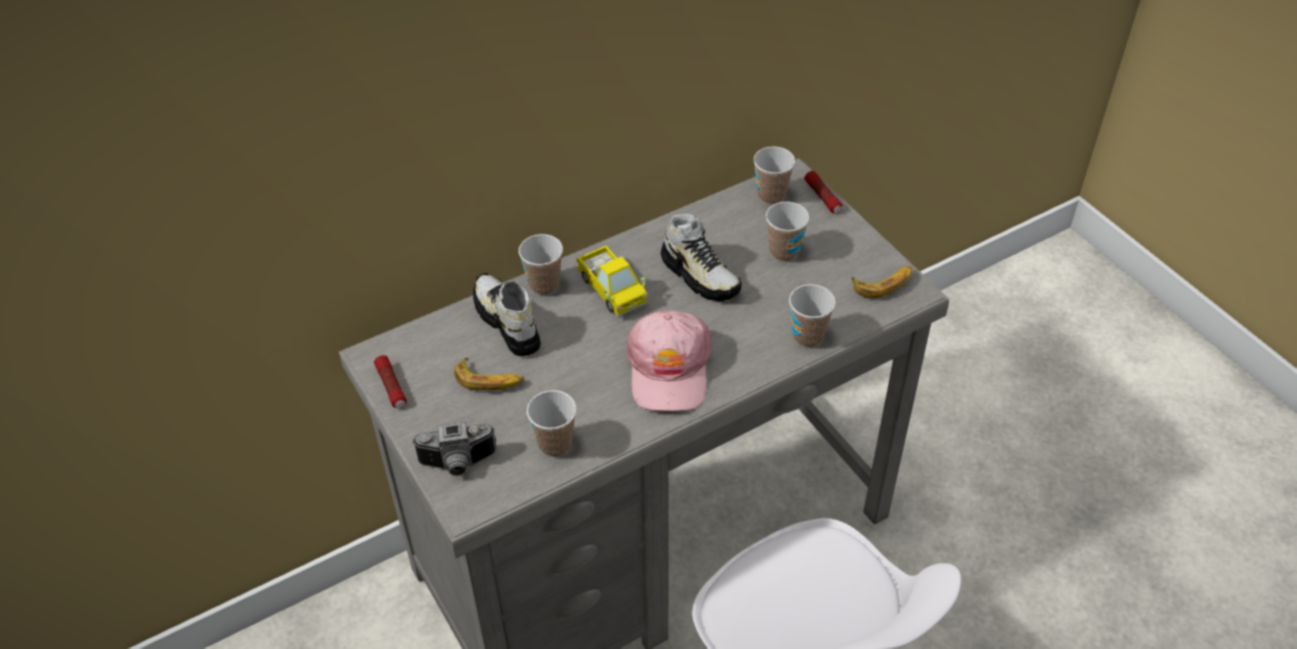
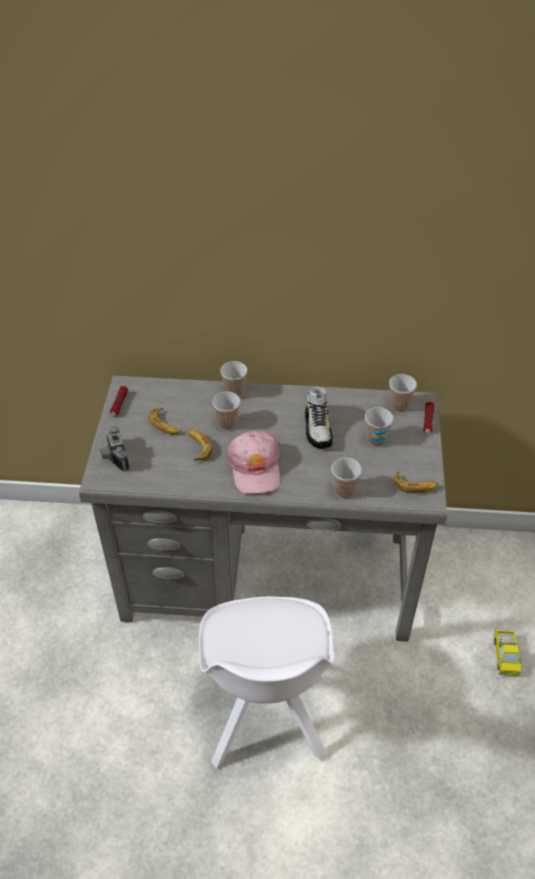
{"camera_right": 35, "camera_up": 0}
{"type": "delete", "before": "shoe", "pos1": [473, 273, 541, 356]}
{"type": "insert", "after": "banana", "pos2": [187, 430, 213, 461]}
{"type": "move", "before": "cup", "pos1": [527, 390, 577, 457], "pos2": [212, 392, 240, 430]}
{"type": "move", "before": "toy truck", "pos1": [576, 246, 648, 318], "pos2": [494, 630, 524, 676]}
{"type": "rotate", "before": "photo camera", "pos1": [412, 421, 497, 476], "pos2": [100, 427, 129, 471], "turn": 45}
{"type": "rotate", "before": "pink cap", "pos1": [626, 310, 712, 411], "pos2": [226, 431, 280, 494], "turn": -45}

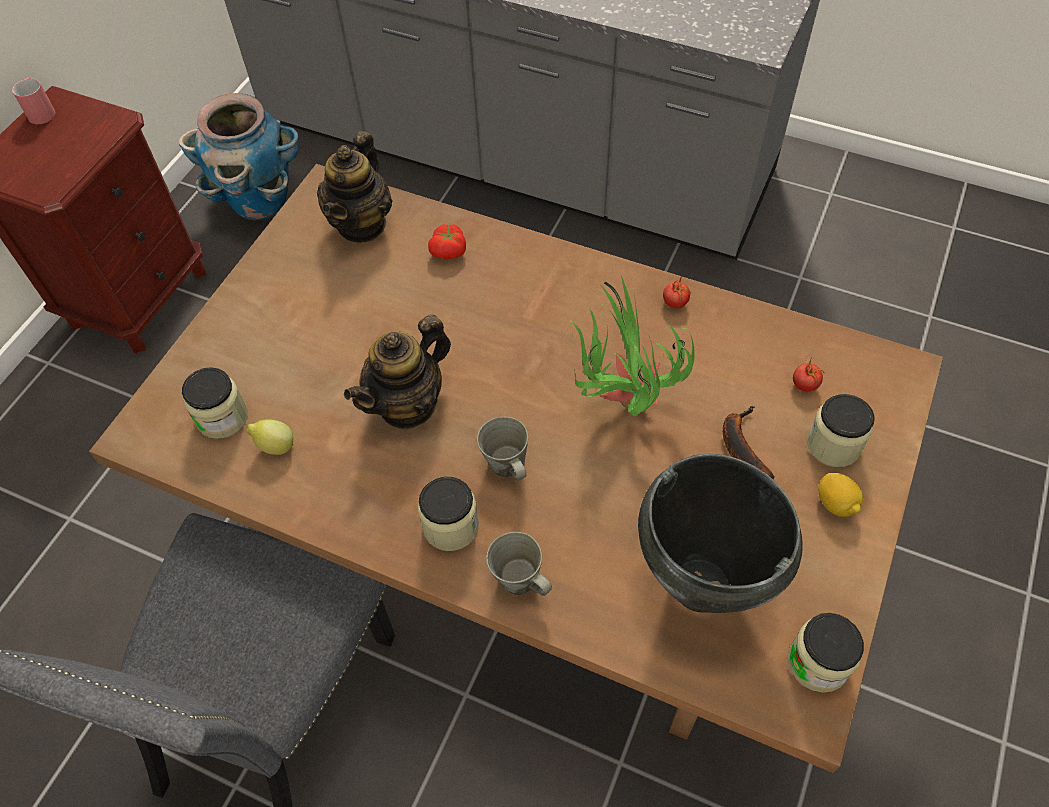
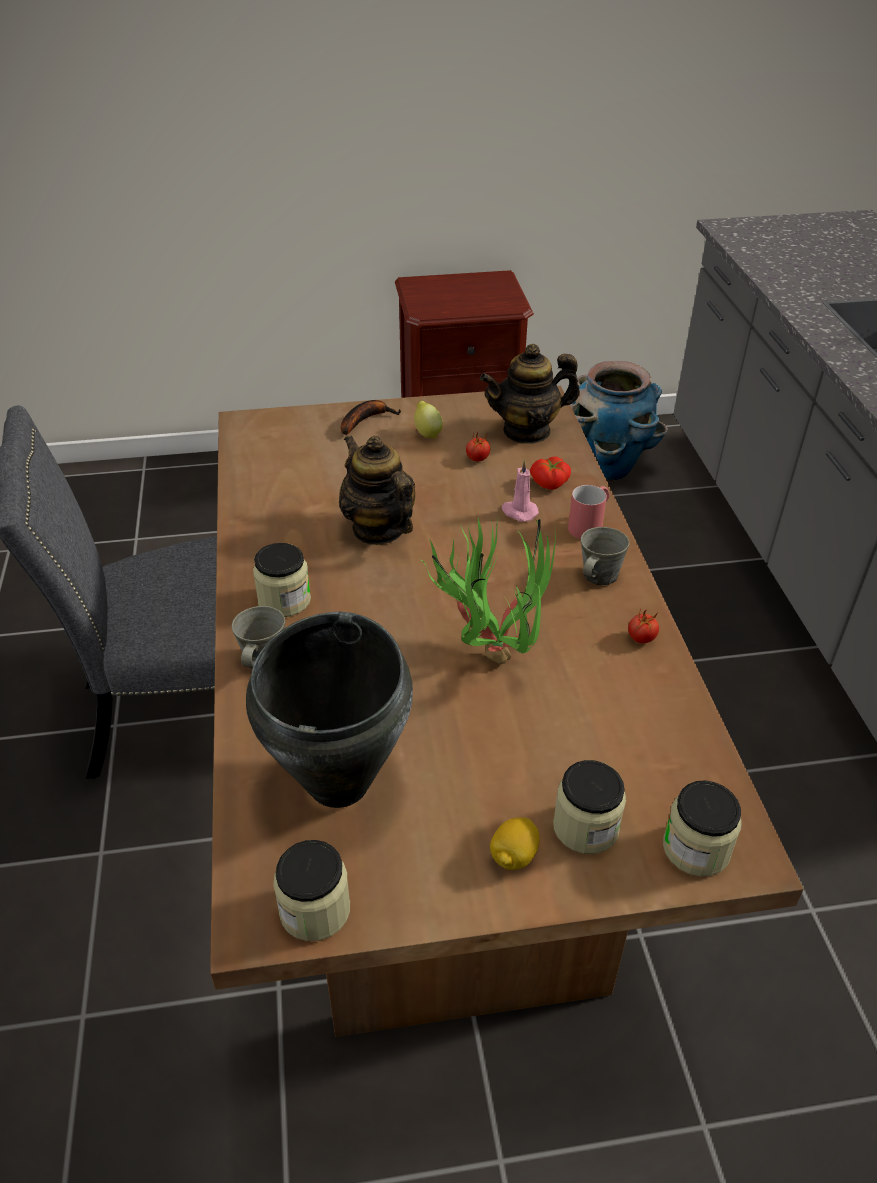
{"camera_right": 55, "camera_up": -15}
{"type": "insert", "after": "pink candle", "pos2": [502, 460, 539, 522]}
{"type": "move", "before": "red mug", "pos1": [12, 77, 55, 124], "pos2": [568, 485, 610, 539]}
{"type": "move", "before": "jar", "pos1": [182, 367, 248, 439], "pos2": [663, 780, 742, 876]}
{"type": "move", "before": "lemon", "pos1": [246, 419, 294, 455], "pos2": [414, 401, 443, 438]}
{"type": "move", "before": "grey mug", "pos1": [477, 417, 528, 481], "pos2": [581, 527, 630, 585]}
{"type": "move", "before": "banana", "pos1": [723, 405, 775, 480], "pos2": [340, 400, 401, 435]}
{"type": "move", "before": "tomato", "pos1": [793, 360, 824, 392], "pos2": [466, 433, 490, 462]}
{"type": "rotate", "before": "teapot", "pos1": [344, 314, 451, 430], "pos2": [339, 435, 416, 545], "turn": 45}

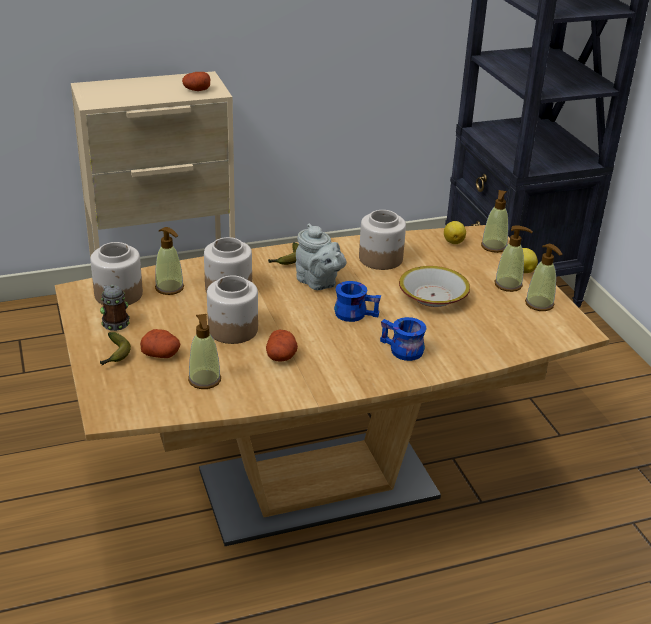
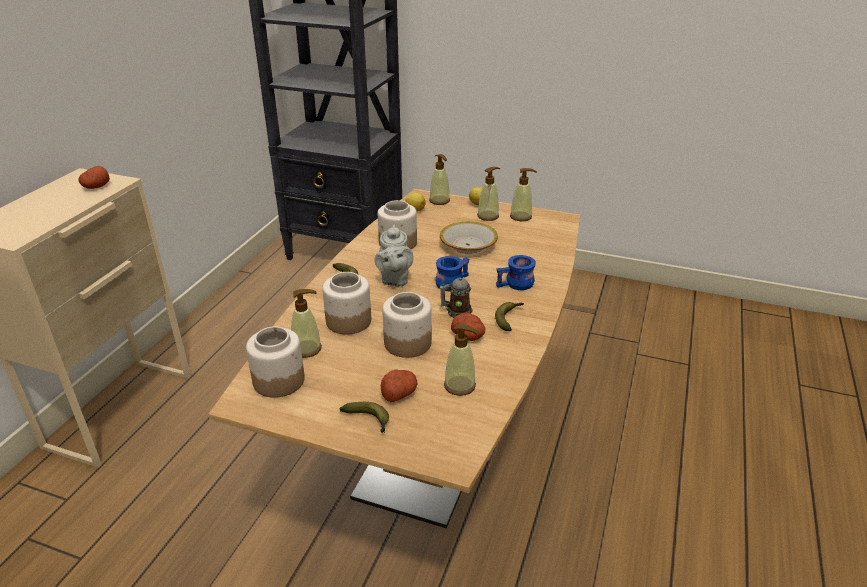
{"camera_right": -50, "camera_up": 0}
{"type": "insert", "after": "banana", "pos2": [495, 302, 524, 331]}
{"type": "move", "before": "mug", "pos1": [100, 285, 130, 331], "pos2": [440, 278, 473, 318]}
{"type": "rotate", "before": "grey teapot", "pos1": [296, 223, 346, 290], "pos2": [374, 224, 414, 287], "turn": 90}

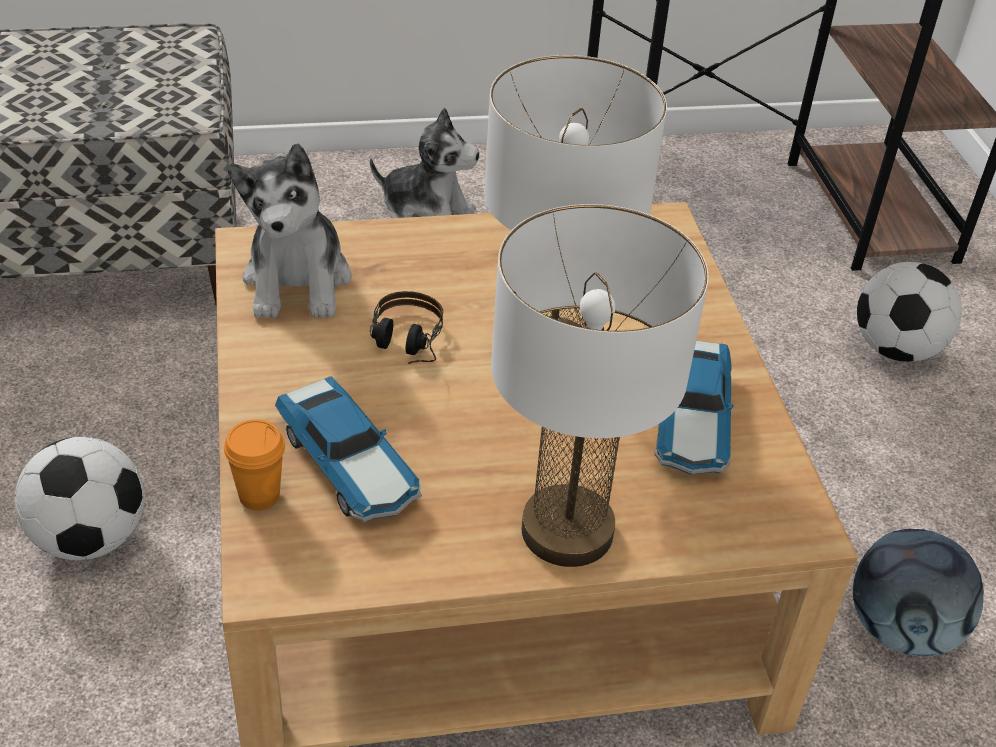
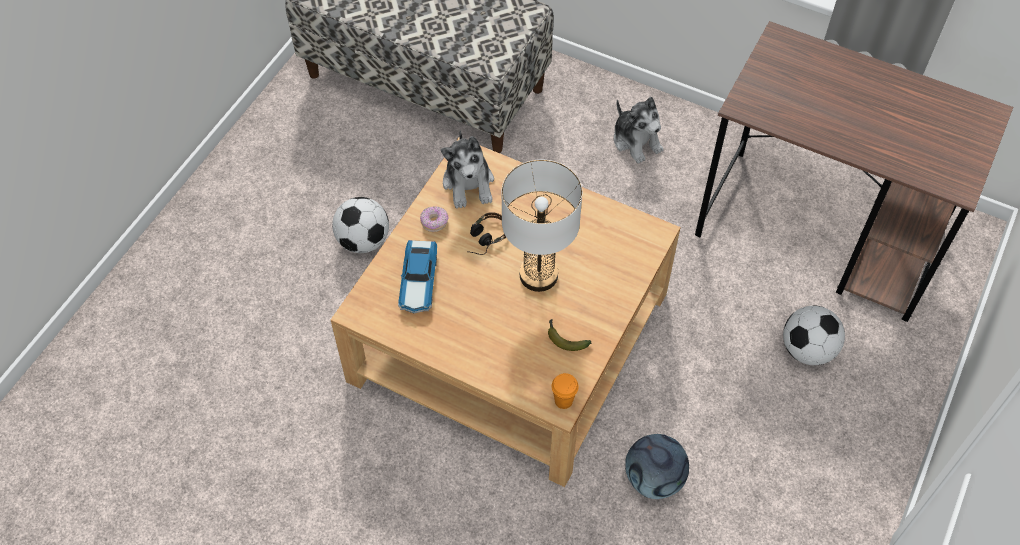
{"camera_right": 40, "camera_up": 15}
{"type": "delete", "before": "table lamp", "pos1": [491, 204, 709, 567]}
{"type": "insert", "after": "donut", "pos2": [420, 206, 448, 232]}
{"type": "move", "before": "orange cup", "pos1": [224, 419, 285, 510], "pos2": [552, 373, 579, 409]}
{"type": "replace", "before": "toy car", "after": "banana", "pos1": [655, 341, 734, 474], "pos2": [548, 319, 592, 351]}
{"type": "rotate", "before": "plush toy", "pos1": [228, 144, 352, 319], "pos2": [441, 131, 494, 209], "turn": -45}

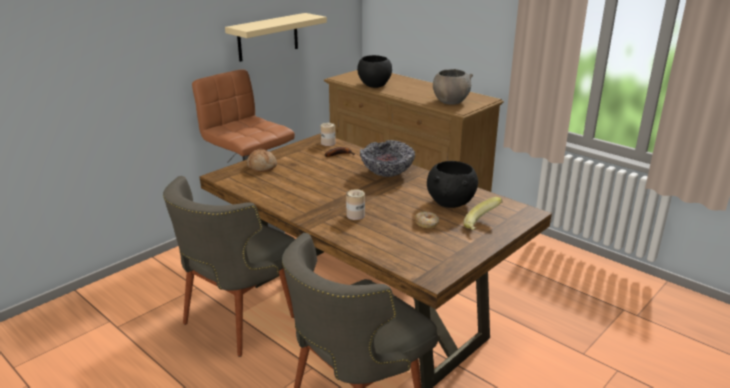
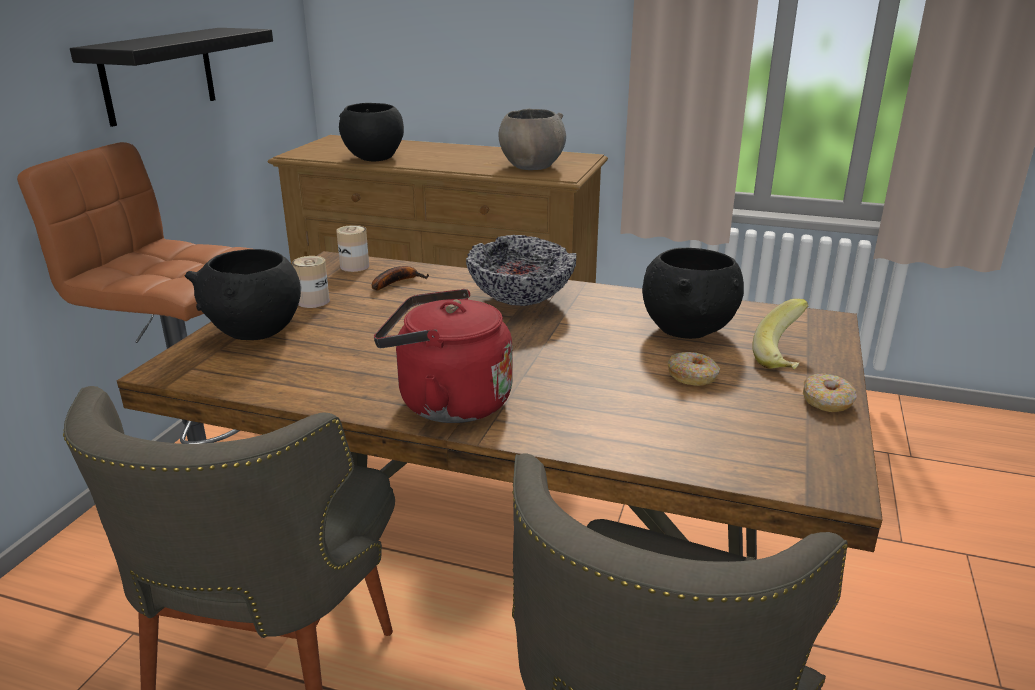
{"camera_right": -25, "camera_up": 0}
{"type": "insert", "after": "red kettle", "pos2": [374, 289, 513, 423]}
{"type": "insert", "after": "donut", "pos2": [803, 374, 857, 412]}
{"type": "move", "before": "can", "pos1": [346, 189, 365, 220], "pos2": [292, 256, 330, 308]}
{"type": "replace", "before": "bread", "after": "black bowl", "pos1": [247, 149, 277, 172], "pos2": [184, 249, 301, 340]}
{"type": "recolor", "before": "beige shelf", "after": "black shelf", "pos1": [225, 13, 327, 62], "pos2": [70, 28, 273, 127]}

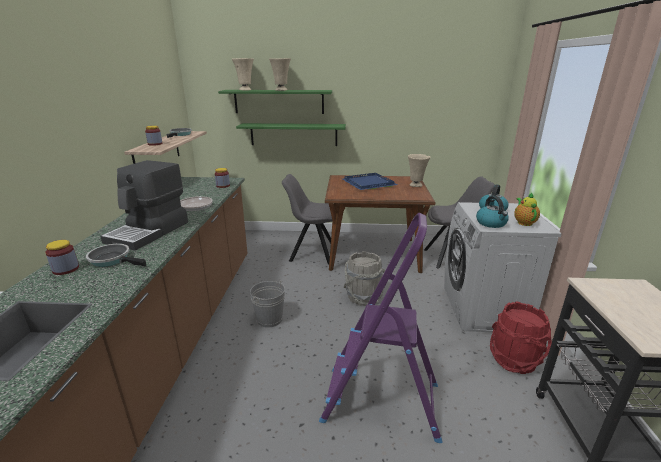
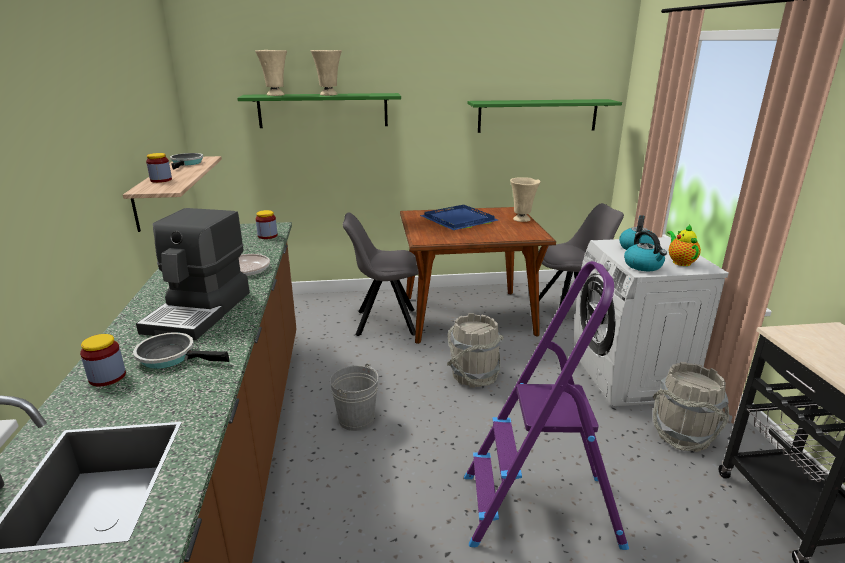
{"camera_right": -10, "camera_up": 0}
{"type": "move", "before": "green shelf", "pos1": [236, 123, 346, 146], "pos2": [467, 99, 622, 133]}
{"type": "recolor", "before": "red bucket", "after": "grey bucket", "pos1": [490, 301, 552, 374], "pos2": [653, 362, 729, 452]}

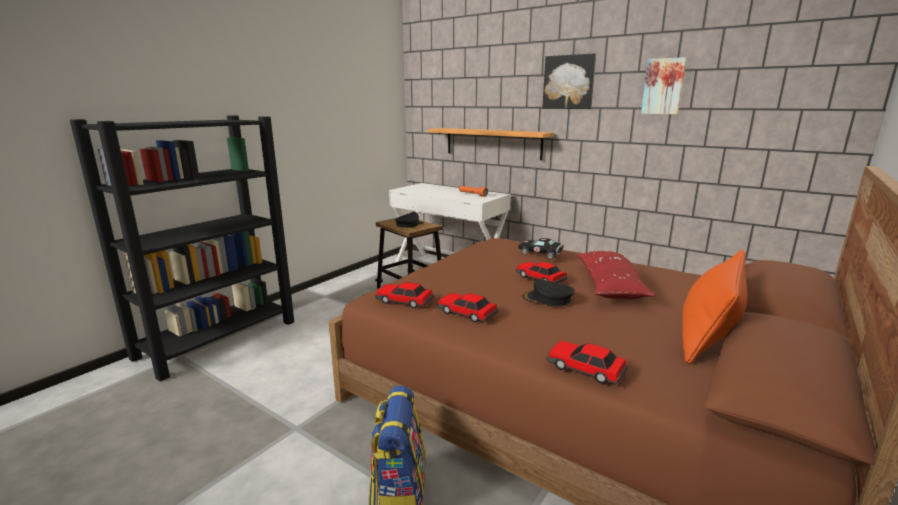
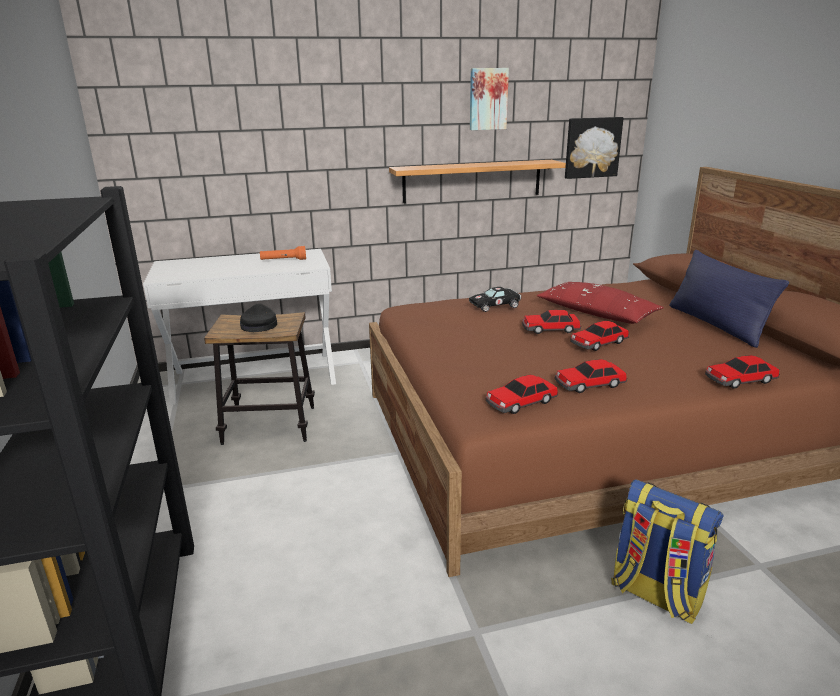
{"camera_right": -50, "camera_up": 5}
{"type": "move", "before": "shelf", "pos1": [428, 128, 554, 160], "pos2": [389, 160, 566, 203]}
{"type": "move", "before": "picture", "pos1": [542, 54, 596, 109], "pos2": [565, 117, 624, 179]}
{"type": "replace", "before": "black cap", "after": "toy car", "pos1": [522, 278, 575, 306], "pos2": [570, 321, 629, 351]}
{"type": "recolor", "before": "orange pillow", "after": "blue pillow", "pos1": [682, 250, 747, 364], "pos2": [669, 250, 789, 348]}

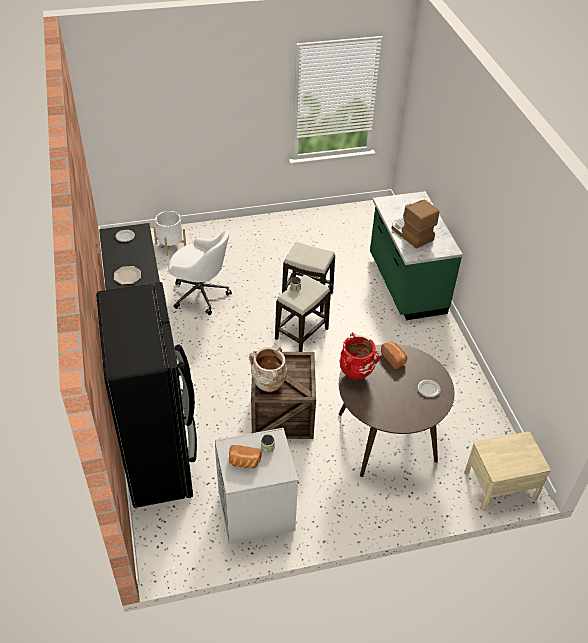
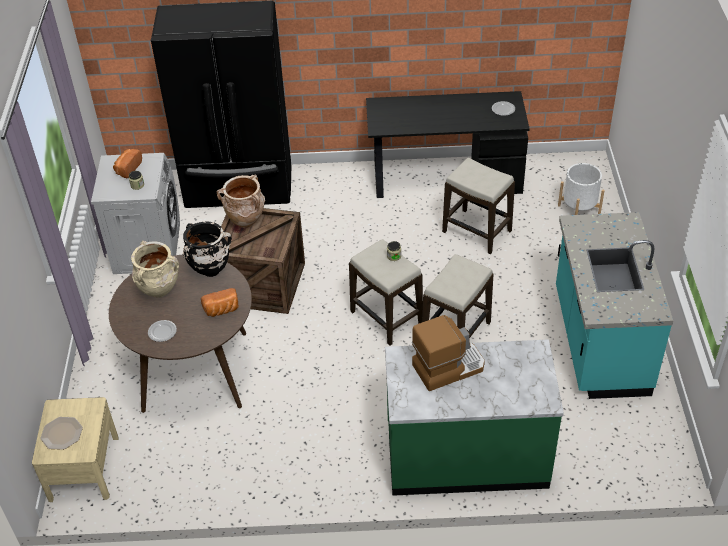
{"camera_right": 105, "camera_up": 0}
{"type": "insert", "after": "beige vase", "pos2": [131, 240, 179, 298]}
{"type": "insert", "after": "turquoise counter", "pos2": [556, 212, 673, 399]}
{"type": "move", "before": "plate", "pos1": [114, 266, 141, 285], "pos2": [41, 417, 83, 450]}
{"type": "replace", "before": "white office chair", "after": "stool", "pos1": [168, 230, 232, 315], "pos2": [442, 158, 515, 254]}
{"type": "recolor", "before": "red vase", "after": "black vase", "pos1": [339, 332, 380, 380], "pos2": [183, 222, 232, 277]}

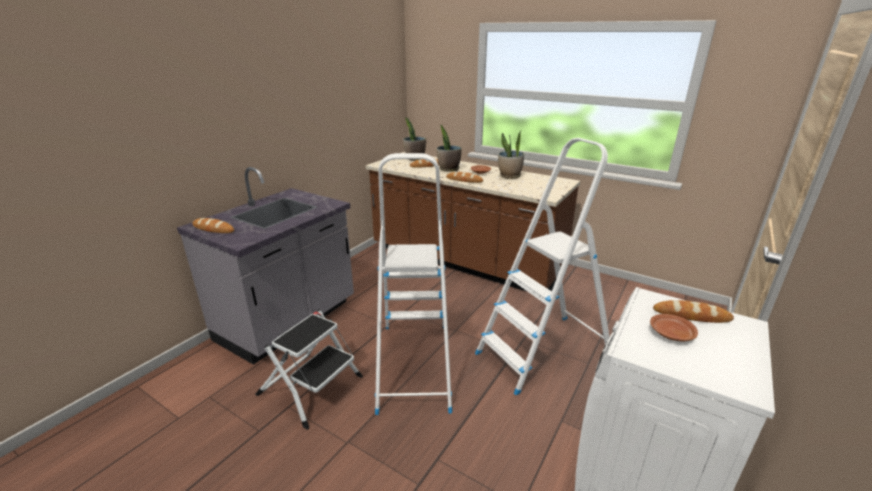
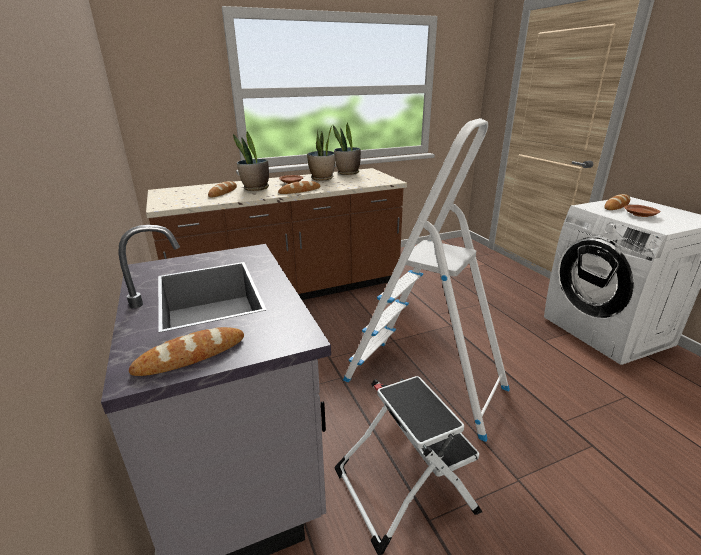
{"camera_right": -55, "camera_up": 0}
{"type": "delete", "before": "white step ladder", "pos1": [475, 138, 610, 395]}
{"type": "move", "before": "potted plant", "pos1": [403, 117, 426, 161], "pos2": [333, 123, 361, 175]}

